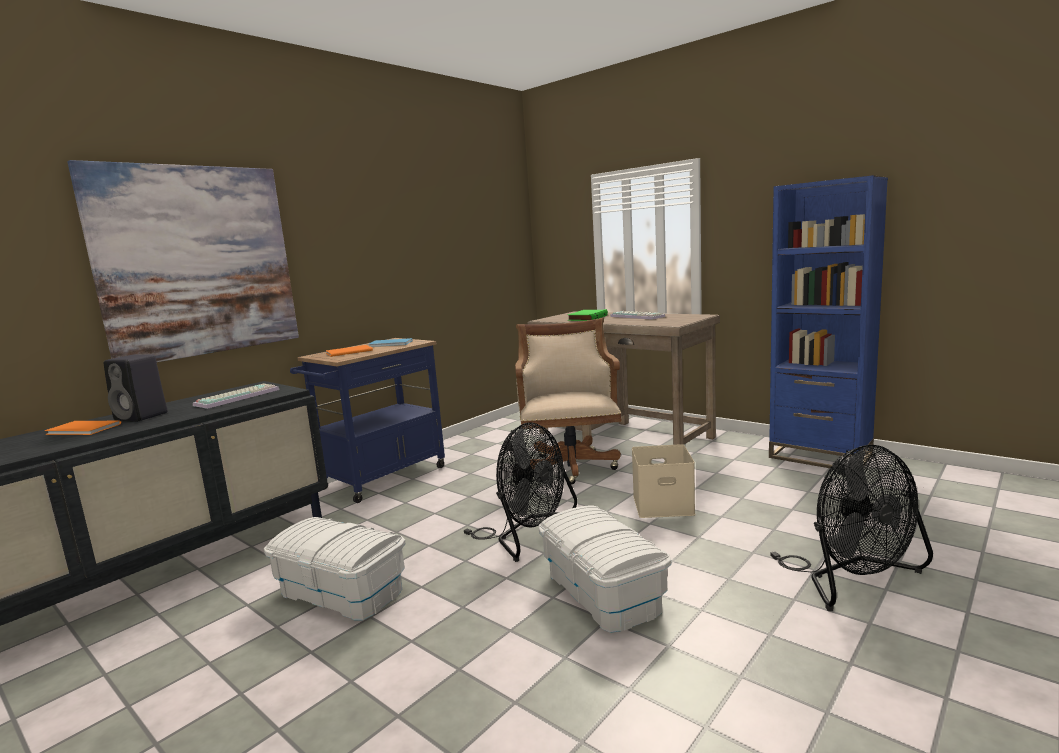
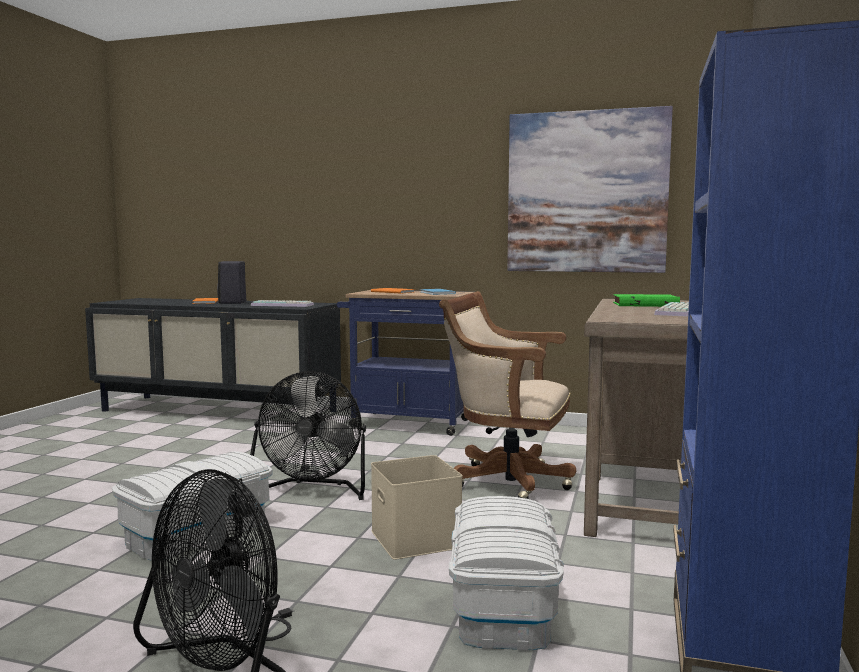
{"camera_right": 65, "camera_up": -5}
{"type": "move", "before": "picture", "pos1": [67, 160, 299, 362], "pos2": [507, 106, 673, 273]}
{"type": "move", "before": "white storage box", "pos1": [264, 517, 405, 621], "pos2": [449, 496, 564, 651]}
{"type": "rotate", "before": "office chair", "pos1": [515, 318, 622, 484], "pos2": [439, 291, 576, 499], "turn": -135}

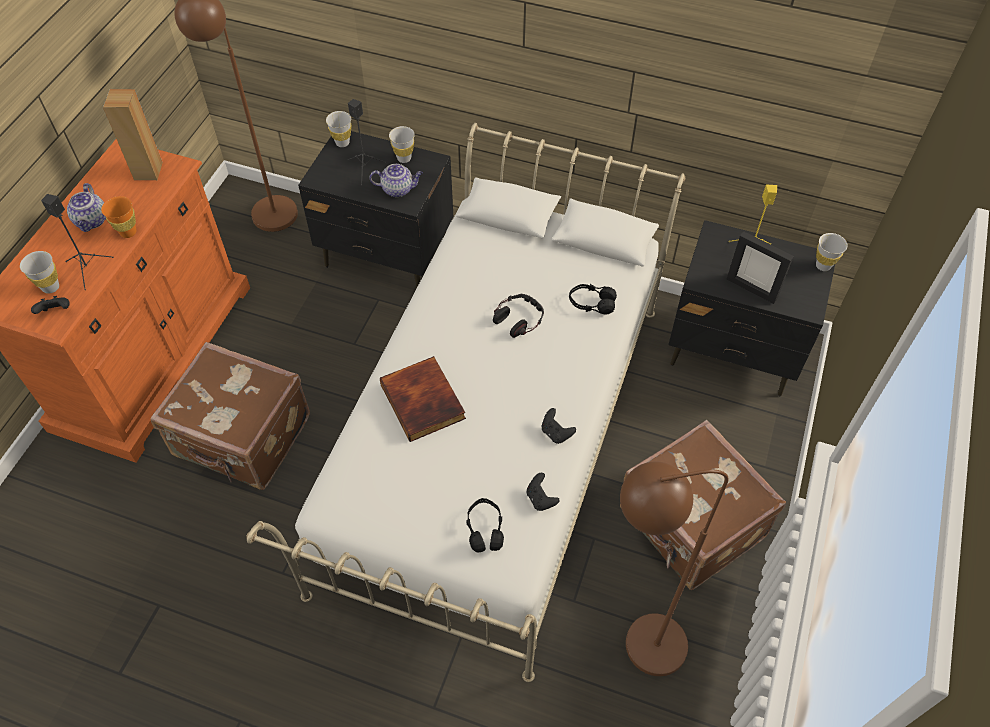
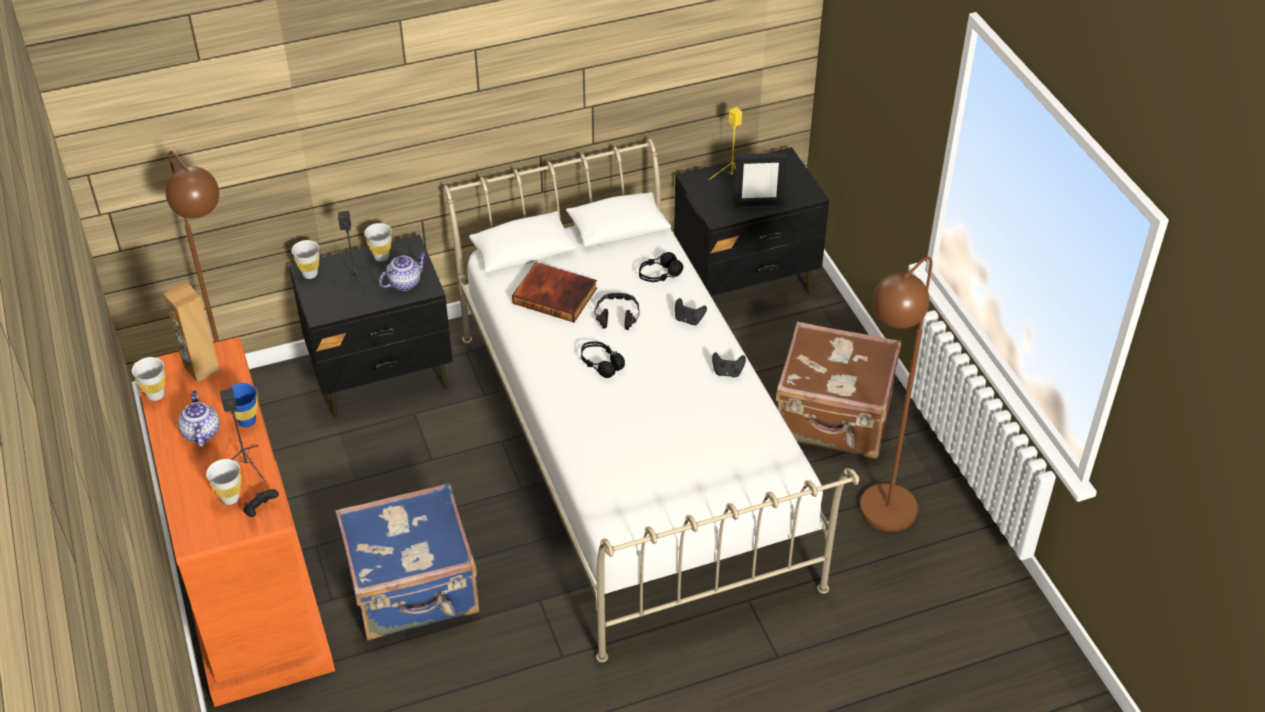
{"camera_right": -40, "camera_up": -10}
{"type": "move", "before": "book", "pos1": [380, 356, 466, 442], "pos2": [512, 262, 597, 322]}
{"type": "move", "before": "black headphones", "pos1": [466, 498, 504, 553], "pos2": [581, 341, 625, 378]}
{"type": "move", "before": "black game controller", "pos1": [527, 473, 560, 511], "pos2": [675, 298, 707, 325]}
{"type": "move", "before": "white cup", "pos1": [816, 233, 847, 271], "pos2": [132, 357, 165, 401]}
{"type": "recolor", "before": "orange cup", "after": "blue cup", "pos1": [101, 196, 136, 238], "pos2": [228, 383, 257, 427]}
{"type": "recolor", "before": "brown suitcase", "after": "blue suitcase", "pos1": [150, 342, 310, 490], "pos2": [335, 482, 479, 640]}
{"type": "rotate", "before": "teapot", "pos1": [67, 183, 106, 232], "pos2": [178, 391, 220, 447], "turn": -150}

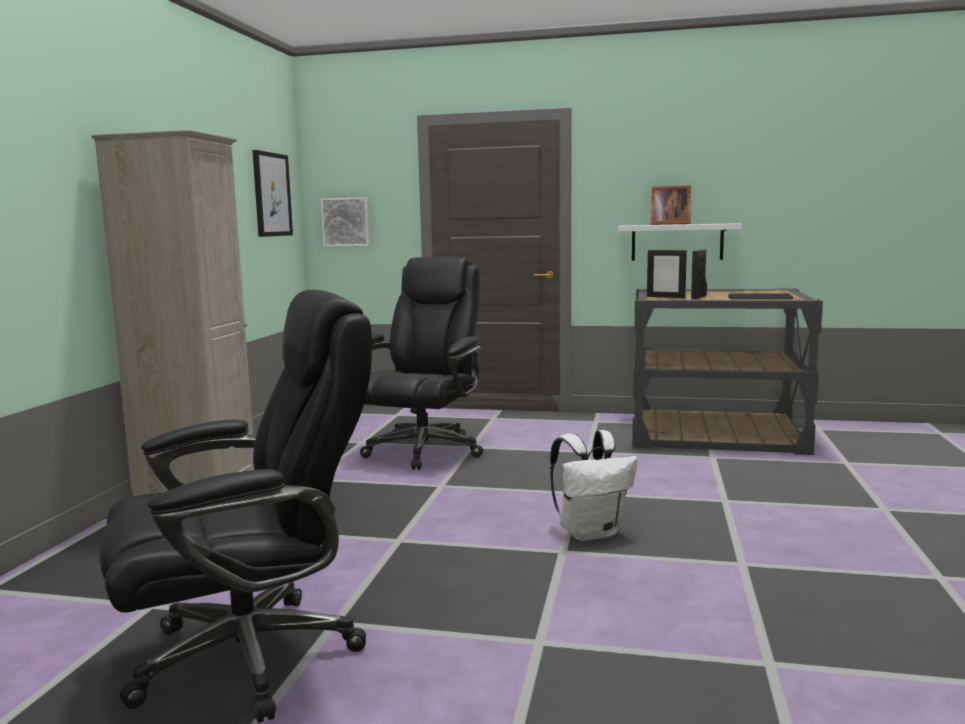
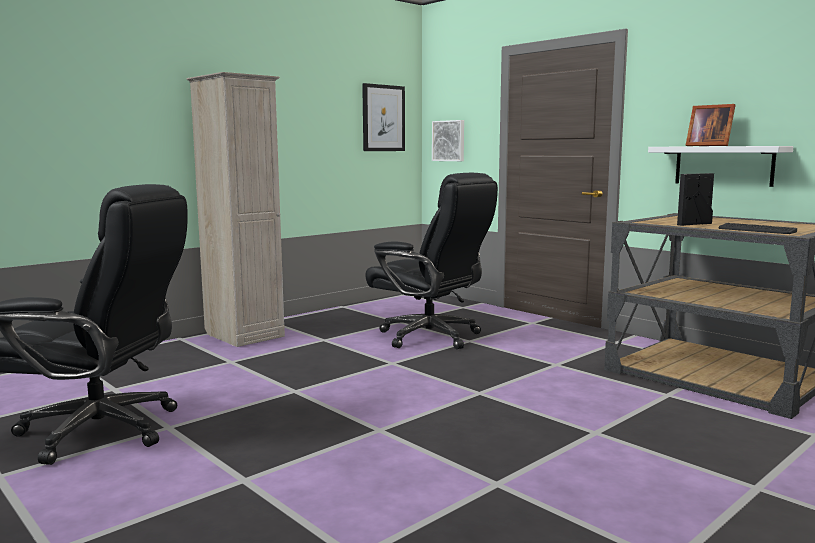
{"camera_right": 35, "camera_up": 0}
{"type": "delete", "before": "white backpack", "pos1": [550, 430, 637, 541]}
{"type": "delete", "before": "picture frame", "pos1": [647, 250, 687, 298]}
{"type": "rotate", "before": "black office chair", "pos1": [360, 257, 483, 470], "pos2": [365, 173, 498, 349], "turn": 75}

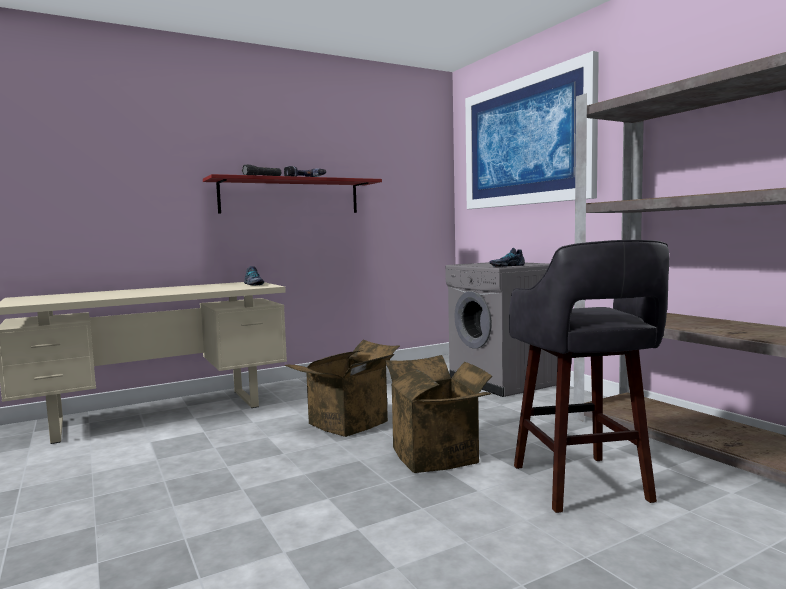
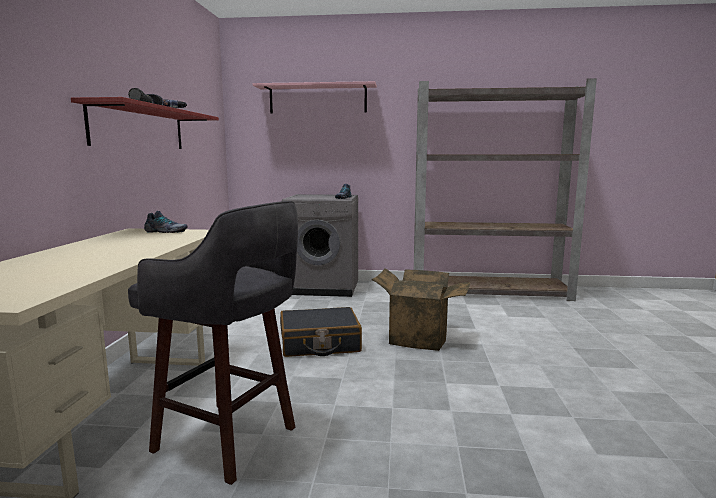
{"camera_right": -55, "camera_up": 5}
{"type": "move", "before": "grey stool", "pos1": [509, 240, 669, 513], "pos2": [128, 201, 298, 485]}
{"type": "replace", "before": "cardboard box", "after": "black suitcase", "pos1": [285, 340, 400, 437], "pos2": [280, 307, 362, 357]}
{"type": "replace", "before": "picture", "after": "pink shelf", "pos1": [465, 51, 599, 209], "pos2": [253, 81, 377, 113]}

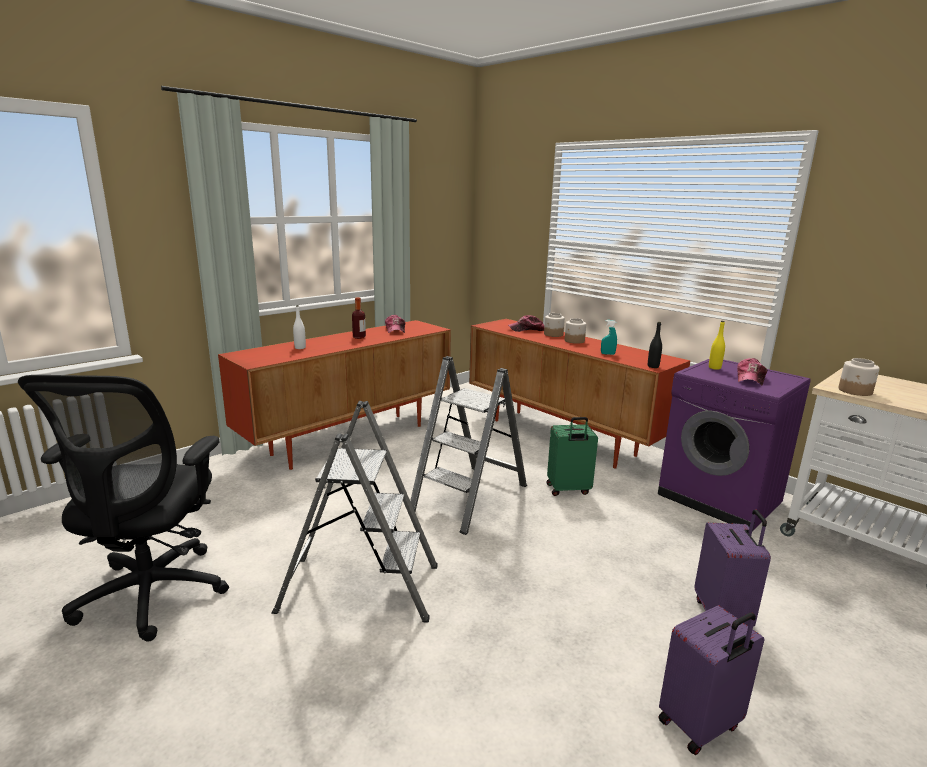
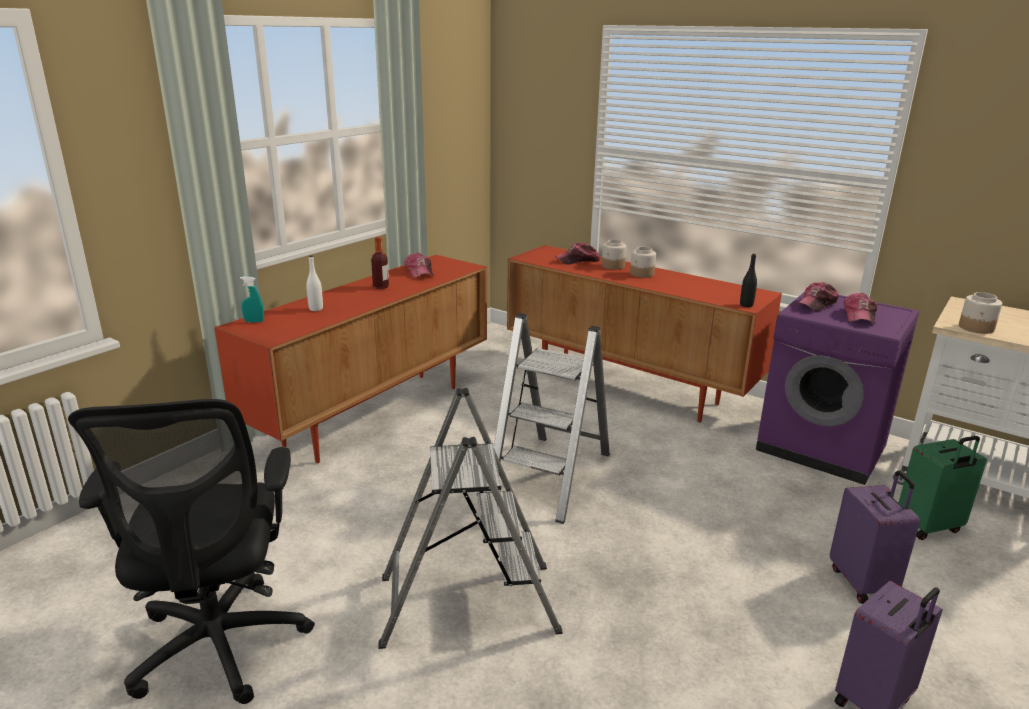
{"camera_right": -10, "camera_up": 5}
{"type": "move", "before": "green suitcase", "pos1": [546, 417, 598, 496], "pos2": [899, 436, 987, 540]}
{"type": "move", "before": "turquoise spray bottle", "pos1": [601, 320, 617, 355], "pos2": [240, 277, 264, 322]}
{"type": "replace", "before": "yellow bottle", "after": "cap", "pos1": [709, 321, 725, 370], "pos2": [796, 282, 839, 311]}

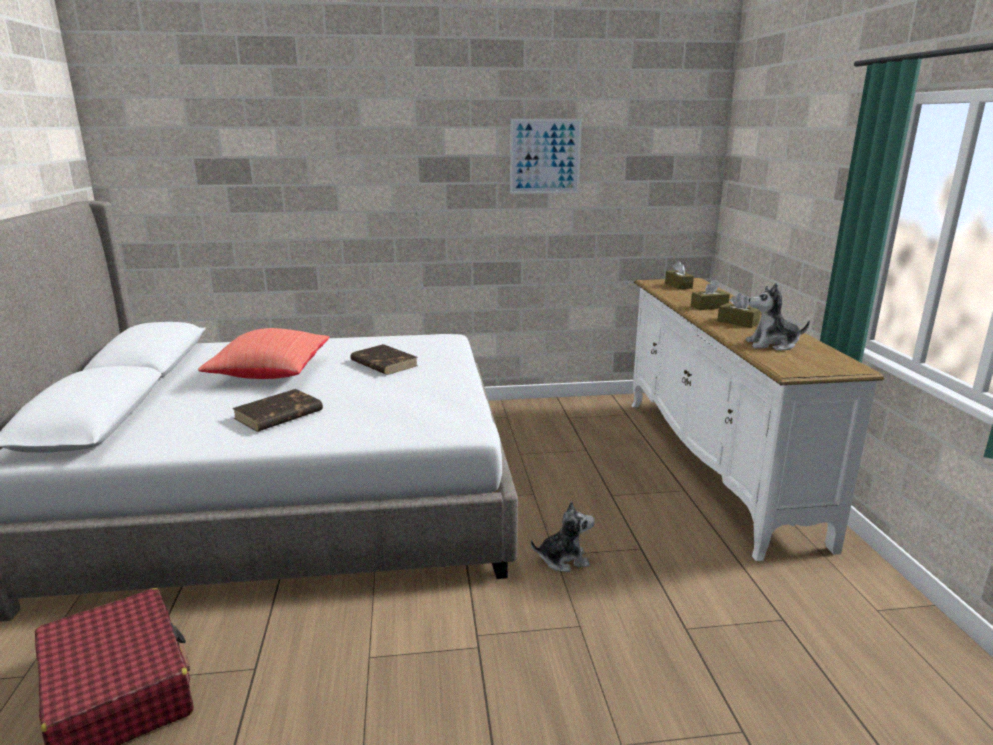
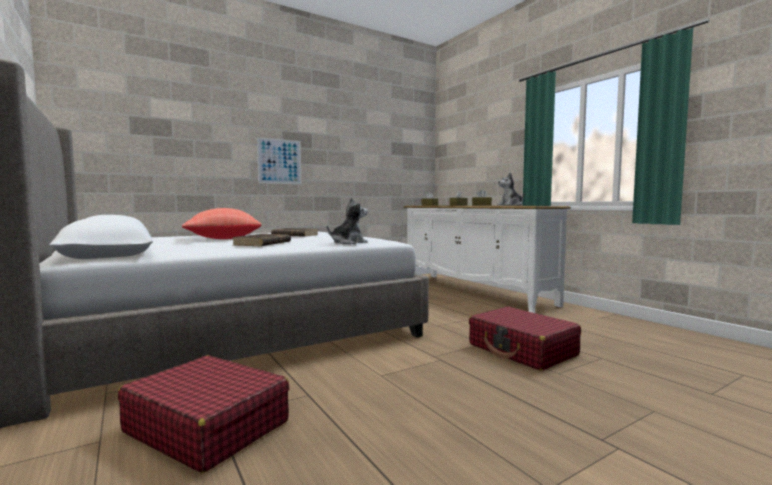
{"camera_right": -25, "camera_up": -15}
{"type": "insert", "after": "red suitcase", "pos2": [469, 307, 581, 371]}
{"type": "move", "before": "picture", "pos1": [510, 119, 582, 194], "pos2": [257, 137, 301, 184]}
{"type": "move", "before": "plush toy", "pos1": [531, 501, 595, 572], "pos2": [327, 197, 368, 244]}

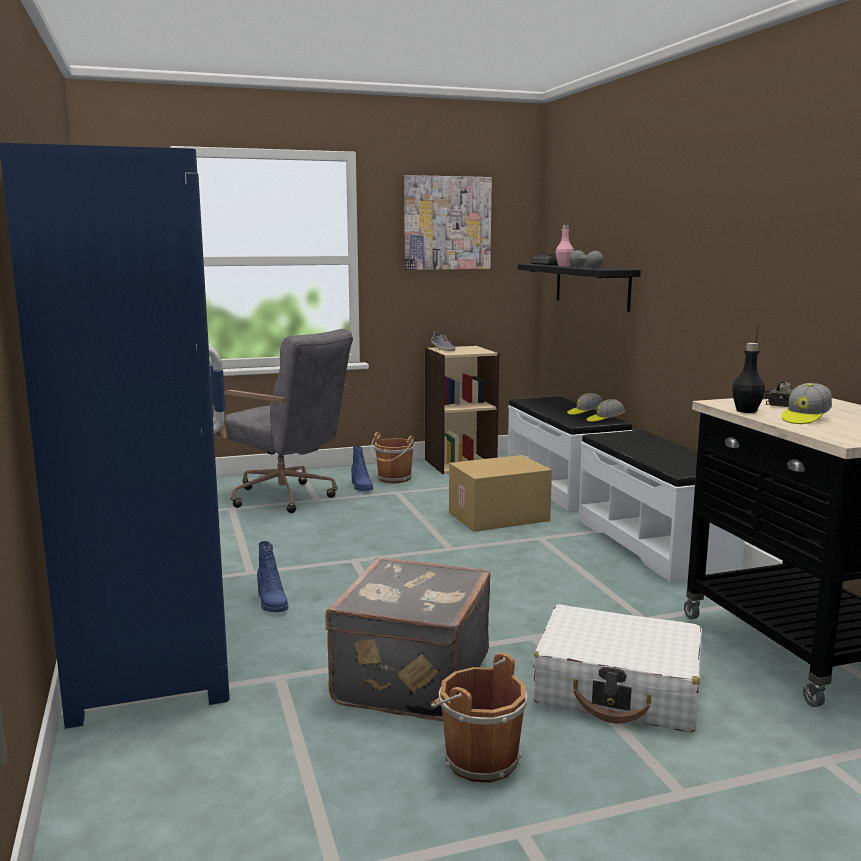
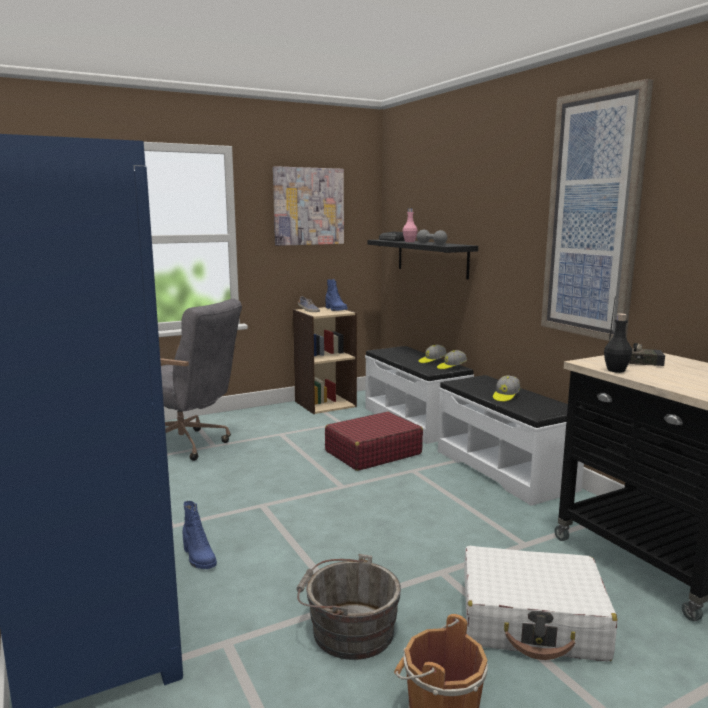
{"camera_right": -10, "camera_up": 0}
{"type": "delete", "before": "brown bucket", "pos1": [371, 432, 415, 483]}
{"type": "insert", "after": "picture", "pos2": [541, 79, 653, 341]}
{"type": "move", "before": "blue boot", "pos1": [351, 446, 373, 491], "pos2": [325, 279, 348, 311]}
{"type": "move", "before": "cap", "pos1": [782, 383, 832, 424], "pos2": [493, 376, 520, 402]}
{"type": "replace", "before": "grey suitcase", "after": "grey bucket", "pos1": [325, 557, 491, 721], "pos2": [296, 554, 401, 660]}
{"type": "replace", "before": "cardboard box", "after": "red suitcase", "pos1": [449, 455, 552, 532], "pos2": [325, 412, 423, 471]}

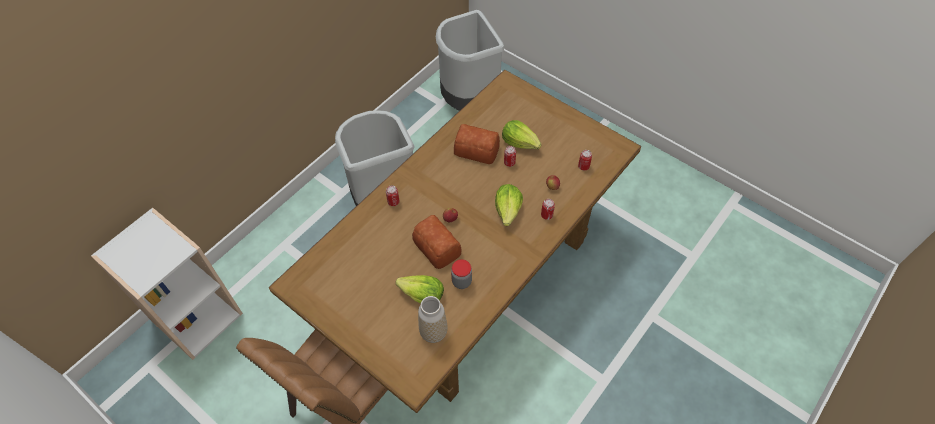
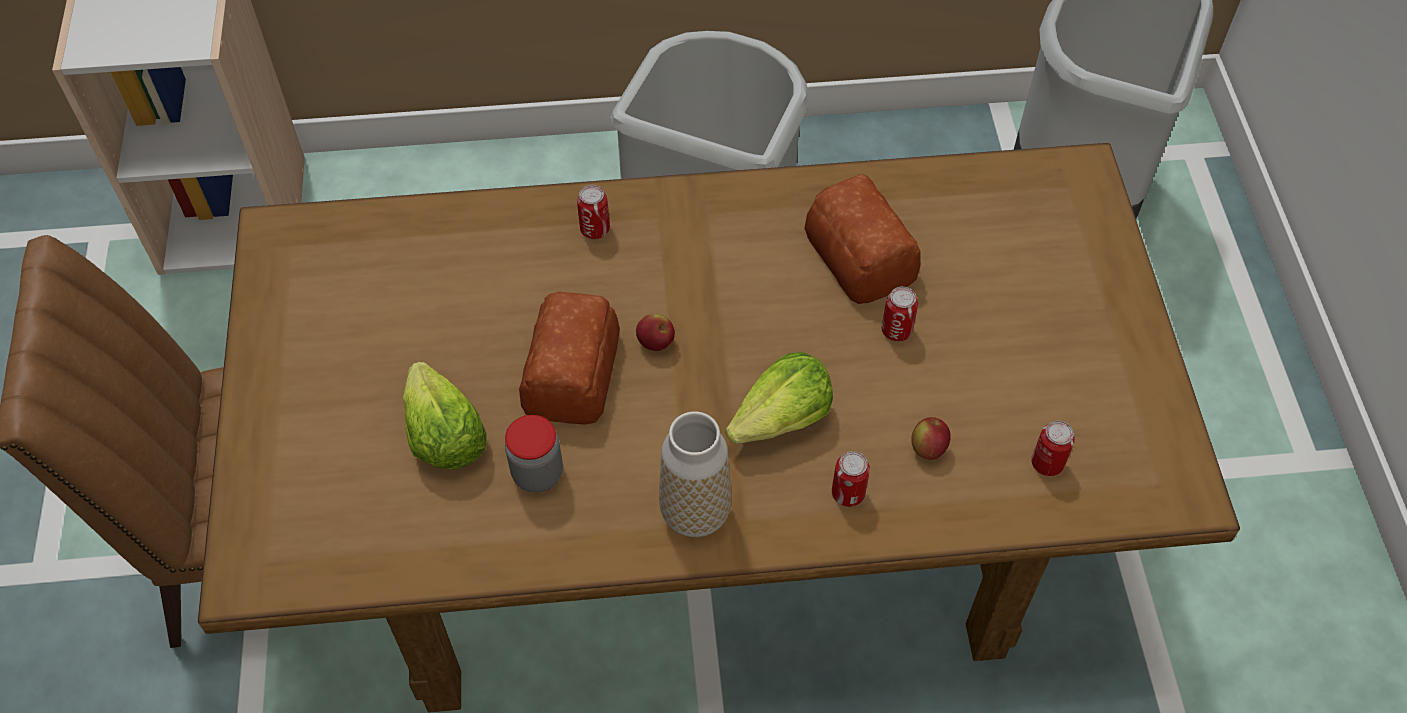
{"camera_right": 45, "camera_up": 0}
{"type": "delete", "before": "lettuce", "pos1": [502, 120, 542, 149]}
{"type": "move", "before": "vase", "pos1": [418, 296, 448, 343], "pos2": [659, 411, 731, 538]}

